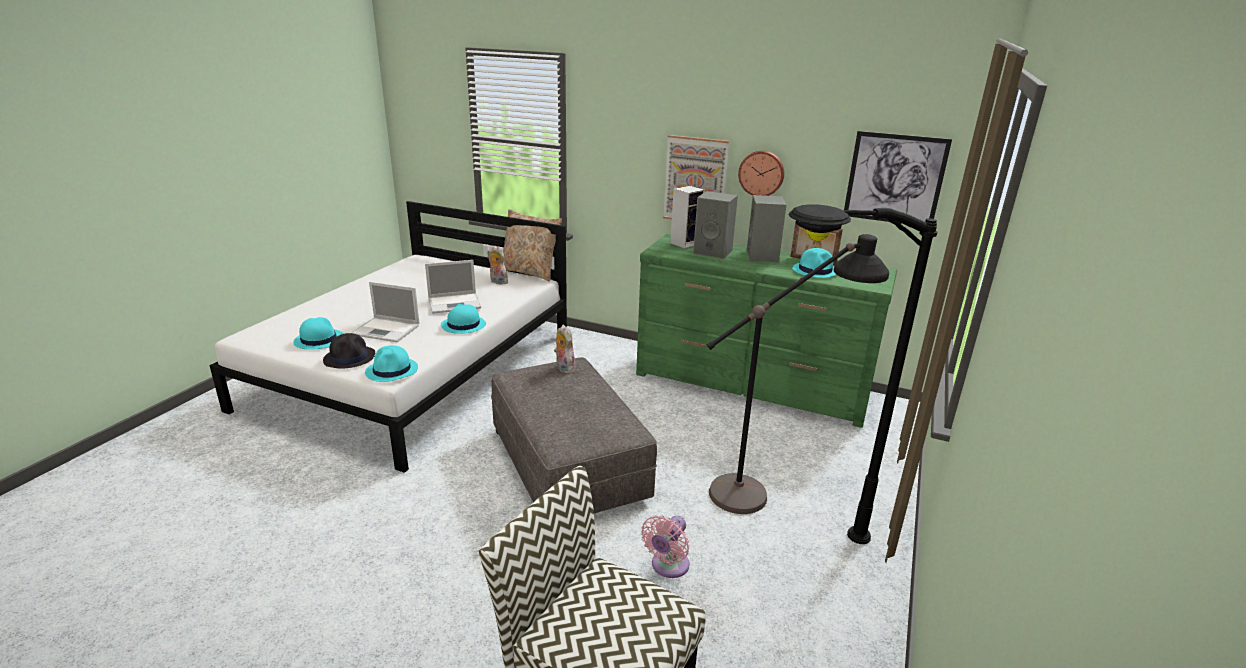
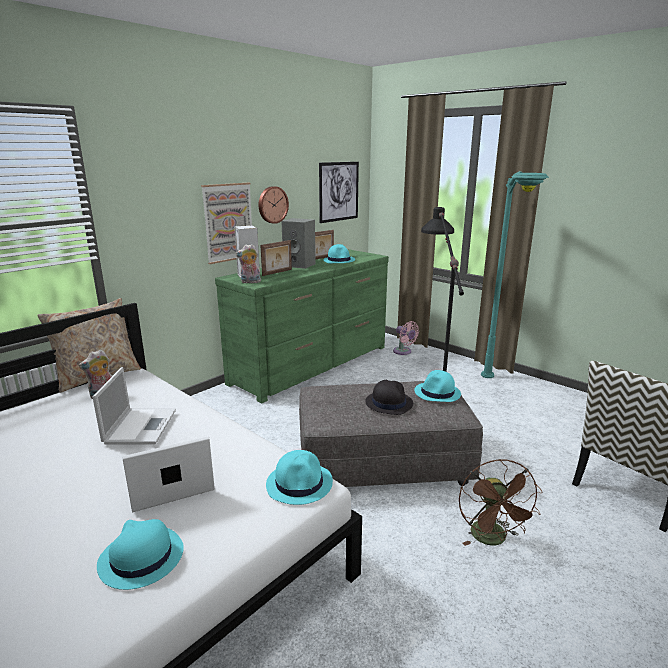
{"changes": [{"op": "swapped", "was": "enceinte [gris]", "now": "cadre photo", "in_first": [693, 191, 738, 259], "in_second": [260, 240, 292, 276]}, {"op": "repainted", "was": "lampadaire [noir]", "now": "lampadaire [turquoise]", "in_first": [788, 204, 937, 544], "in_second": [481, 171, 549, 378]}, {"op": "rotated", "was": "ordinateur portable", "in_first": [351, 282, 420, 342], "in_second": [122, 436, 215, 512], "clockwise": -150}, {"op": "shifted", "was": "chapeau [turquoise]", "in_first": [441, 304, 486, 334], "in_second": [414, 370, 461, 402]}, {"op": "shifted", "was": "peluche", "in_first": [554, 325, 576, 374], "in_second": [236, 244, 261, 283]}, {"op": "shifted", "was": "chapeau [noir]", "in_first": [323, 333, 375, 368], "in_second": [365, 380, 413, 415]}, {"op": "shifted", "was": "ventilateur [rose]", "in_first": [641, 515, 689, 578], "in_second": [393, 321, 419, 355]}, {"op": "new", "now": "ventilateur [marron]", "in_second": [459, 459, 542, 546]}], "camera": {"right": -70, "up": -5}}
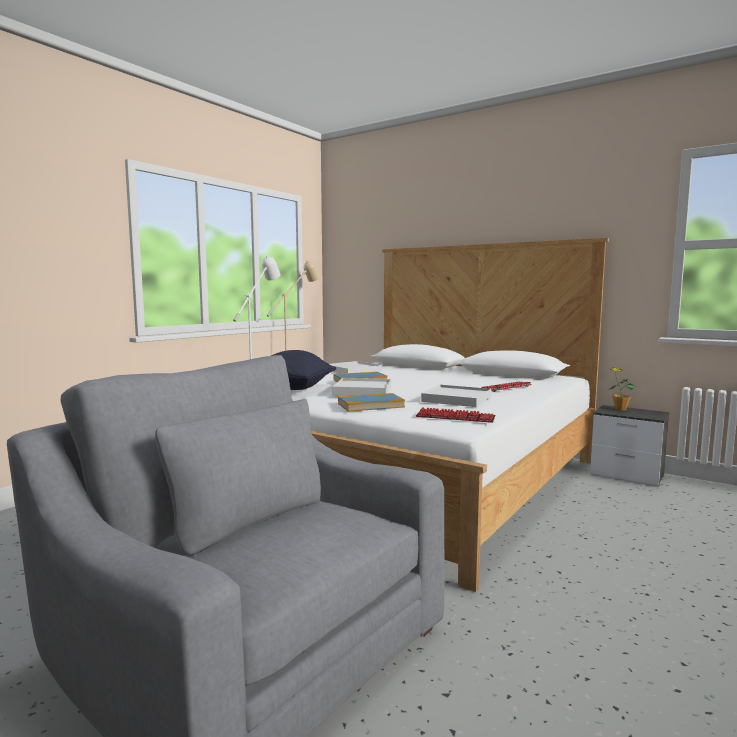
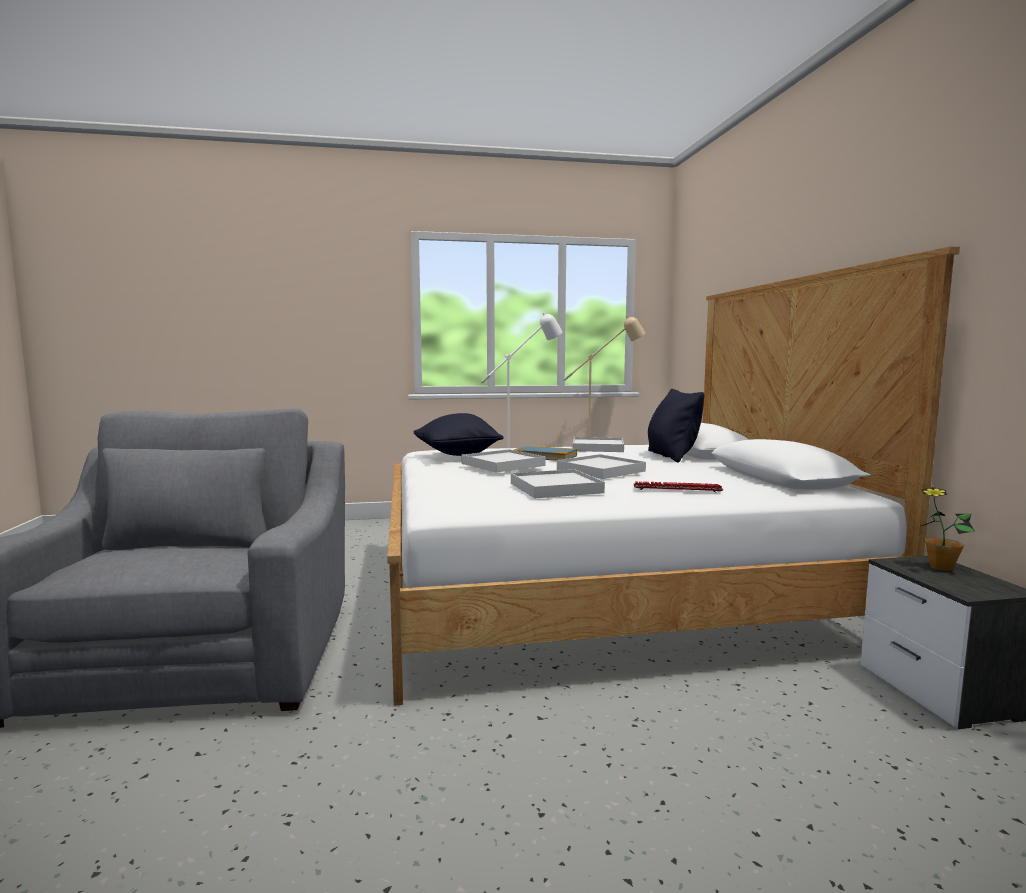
{"changes": [{"op": "gone", "was": "livre", "in_first": [338, 393, 405, 412]}, {"op": "gone", "was": "clavier", "in_first": [416, 407, 495, 423]}, {"op": "new", "now": "coussin [noir]", "in_second": [648, 389, 704, 463]}, {"op": "new", "now": "plateau [blanc]", "in_second": [557, 454, 646, 479]}], "camera": {"right": 45, "up": 0}}
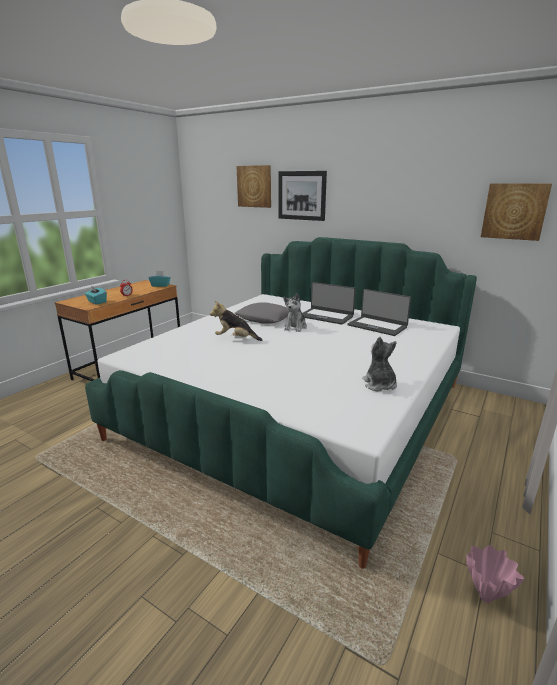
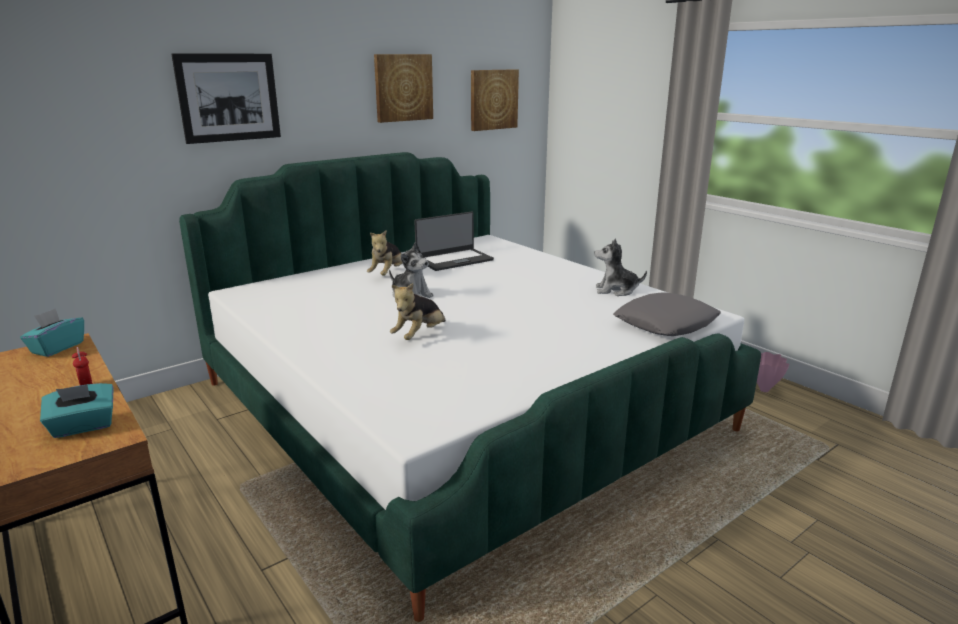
{"changes": [{"op": "shifted", "was": "tableau", "in_first": [237, 165, 271, 208], "in_second": [374, 54, 433, 123]}, {"op": "swapped", "was": "ordinateur portable", "now": "peluche", "in_first": [302, 282, 356, 325], "in_second": [367, 230, 403, 276]}, {"op": "shifted", "was": "coussin [gris]", "in_first": [235, 302, 289, 324], "in_second": [613, 292, 721, 336]}], "camera": {"right": -70, "up": 0}}
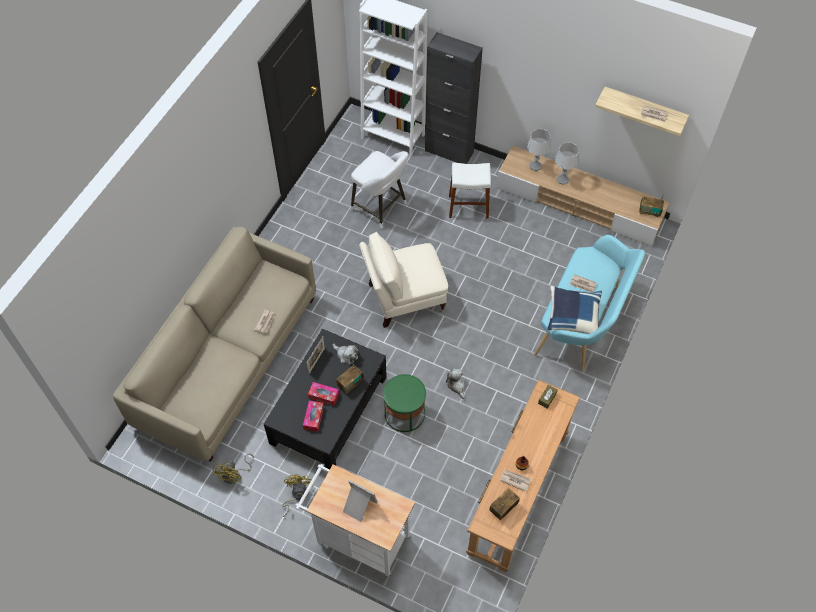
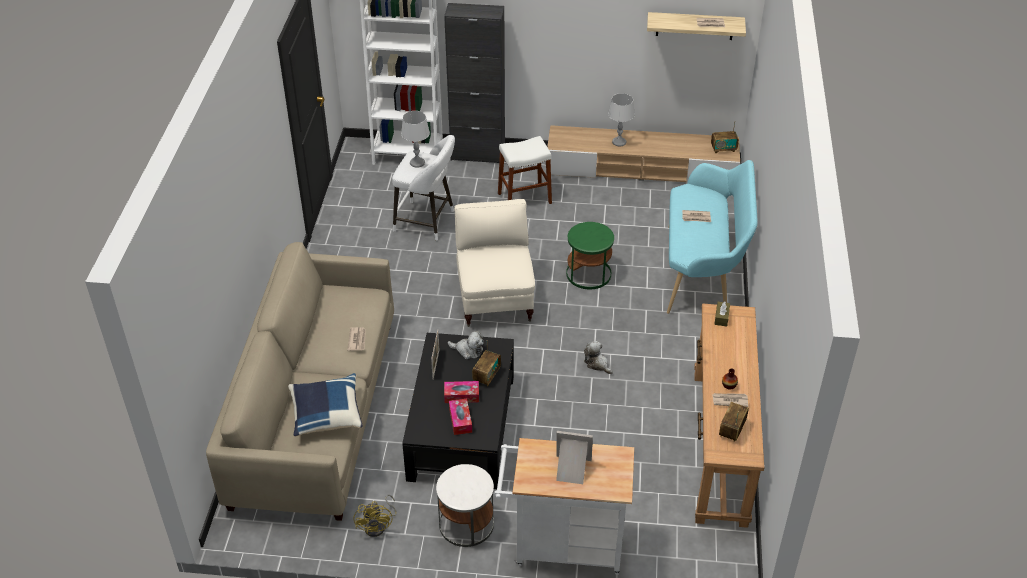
{"changes": [{"op": "shifted", "was": "lampe de table [gris]", "in_first": [527, 129, 551, 171], "in_second": [401, 111, 430, 168]}, {"op": "rotated", "was": "fauteuil [beige]", "in_first": [359, 232, 448, 328], "in_second": [454, 199, 535, 327], "clockwise": 120}, {"op": "shifted", "was": "coussin [bleu]", "in_first": [547, 286, 602, 334], "in_second": [288, 373, 363, 436]}, {"op": "shifted", "was": "table d'appoint [vert]", "in_first": [383, 374, 426, 432], "in_second": [566, 222, 614, 289]}, {"op": "swapped", "was": "ventilateur [jaune]", "now": "table d'appoint [blanc]", "in_first": [282, 474, 313, 517], "in_second": [436, 464, 494, 547]}], "camera": {"right": -20, "up": -15}}
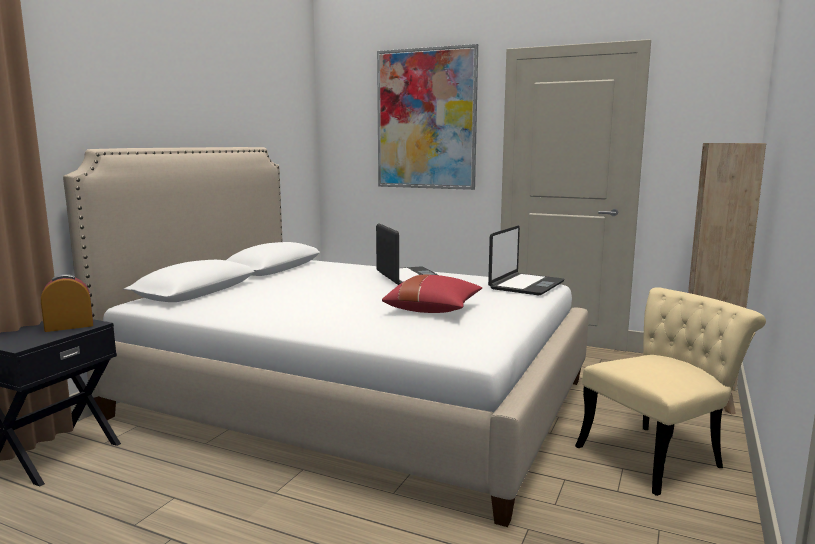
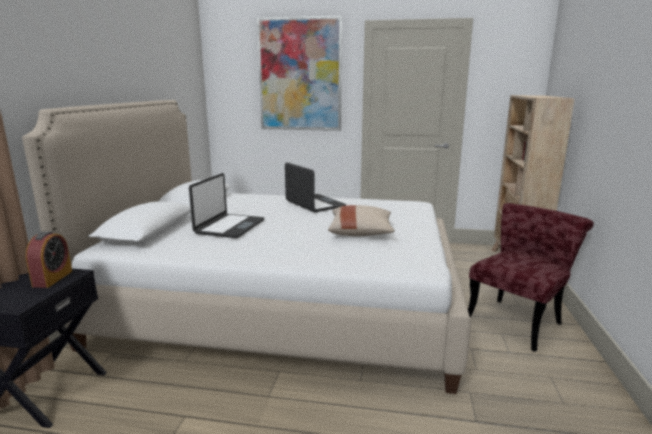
{"changes": [{"op": "shifted", "was": "ordinateur portable", "in_first": [488, 225, 565, 295], "in_second": [189, 173, 264, 238]}, {"op": "rotated", "was": "réveil", "in_first": [41, 274, 93, 332], "in_second": [26, 231, 72, 288], "clockwise": 135}, {"op": "repainted", "was": "coussin [rouge]", "now": "coussin [beige]", "in_first": [382, 275, 482, 313], "in_second": [328, 205, 395, 236]}, {"op": "repainted", "was": "chaise [beige]", "now": "chaise [rouge]", "in_first": [575, 287, 766, 496], "in_second": [468, 203, 594, 352]}], "camera": {"right": -15, "up": 5}}
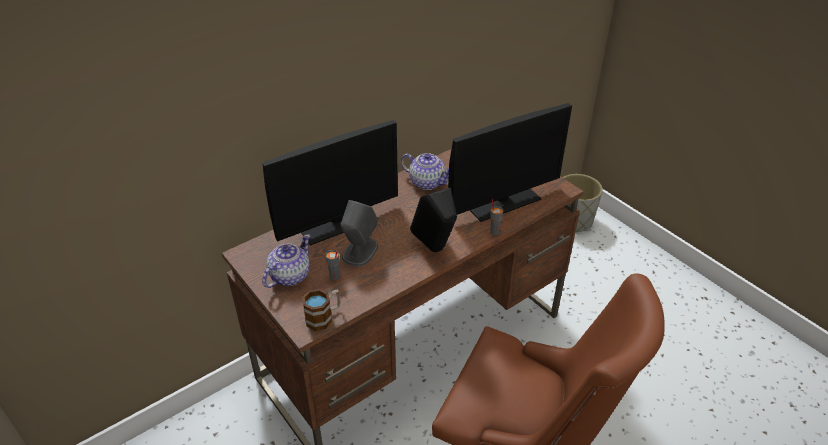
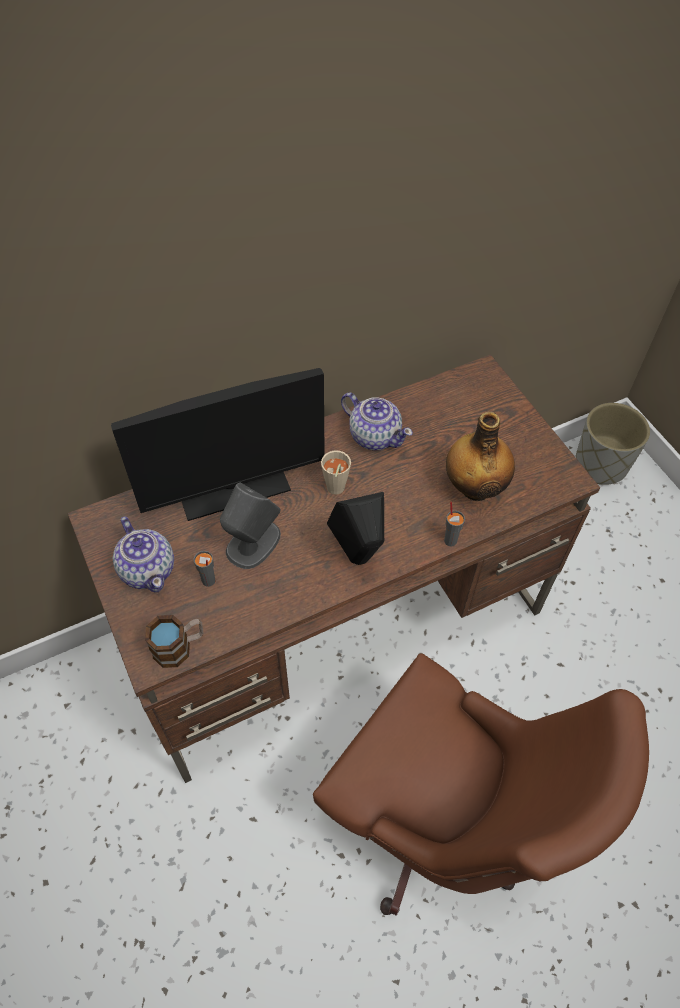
{"changes": [{"op": "swapped", "was": "écran d'ordinateur", "now": "bouteille", "in_first": [448, 103, 572, 222], "in_second": [446, 412, 515, 501]}, {"op": "rotated", "was": "théière", "in_first": [262, 234, 311, 288], "in_second": [113, 516, 174, 593], "clockwise": 105}, {"op": "new", "now": "tasse [beige]", "in_second": [321, 450, 351, 494]}], "camera": {"right": 10, "up": 15}}
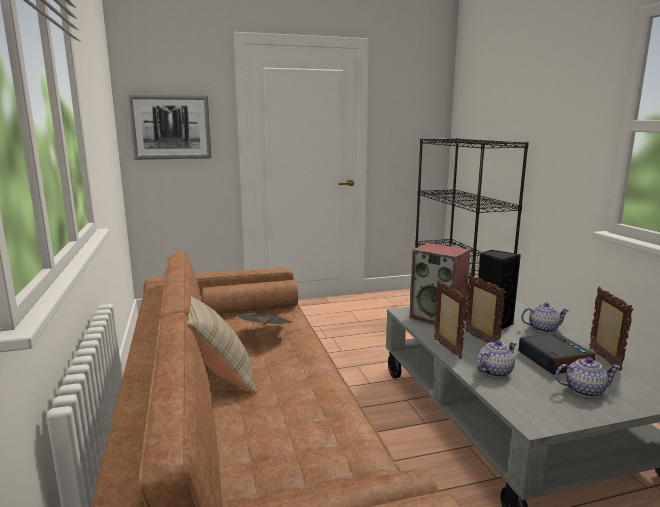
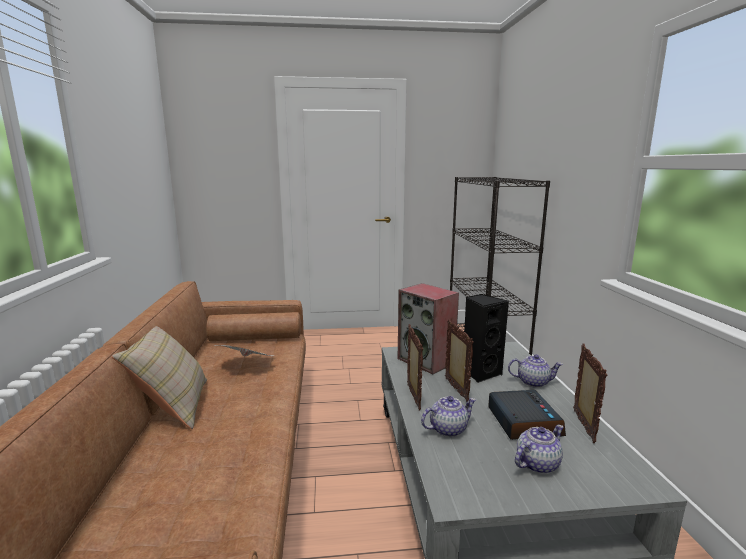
{"changes": [{"op": "gone", "was": "tableau", "in_first": [127, 94, 212, 160]}, {"op": "rotated", "was": "théière", "in_first": [555, 357, 620, 397], "in_second": [515, 425, 564, 474], "clockwise": -45}], "camera": {"right": 10, "up": 0}}
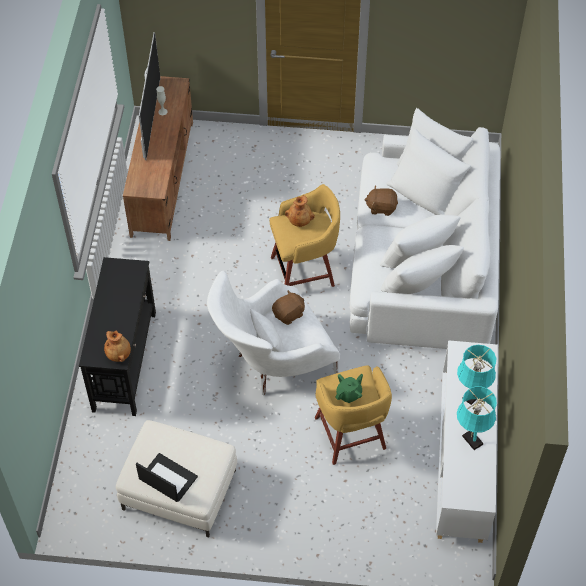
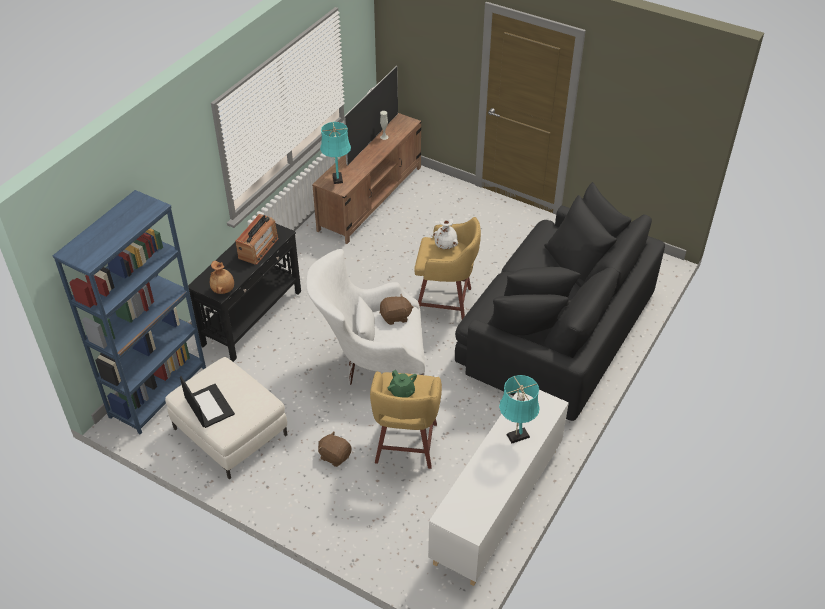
{"changes": [{"op": "repainted", "was": "canapé [blanc]", "now": "canapé [noir]", "in_first": [350, 108, 500, 349], "in_second": [455, 182, 665, 421]}, {"op": "shifted", "was": "peluche [marron]", "in_first": [364, 186, 398, 216], "in_second": [318, 431, 352, 467]}, {"op": "repainted", "was": "vase [marron]", "now": "vase [blanc]", "in_first": [285, 195, 315, 227], "in_second": [433, 219, 458, 249]}, {"op": "rotated", "was": "théière [vert]", "in_first": [335, 374, 363, 403], "in_second": [388, 370, 417, 398], "clockwise": 75}, {"op": "shifted", "was": "lampe de table [turquoise]", "in_first": [457, 387, 497, 450], "in_second": [320, 122, 351, 184]}, {"op": "new", "now": "bibliothèque [bleu]", "in_second": [53, 190, 206, 435]}, {"op": "new", "now": "radio", "in_second": [235, 214, 279, 265]}], "camera": {"right": 25, "up": -10}}
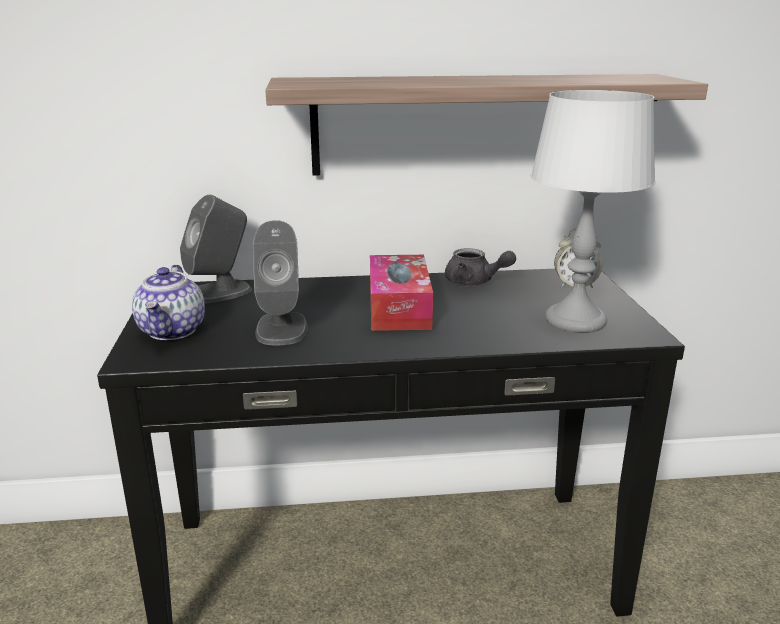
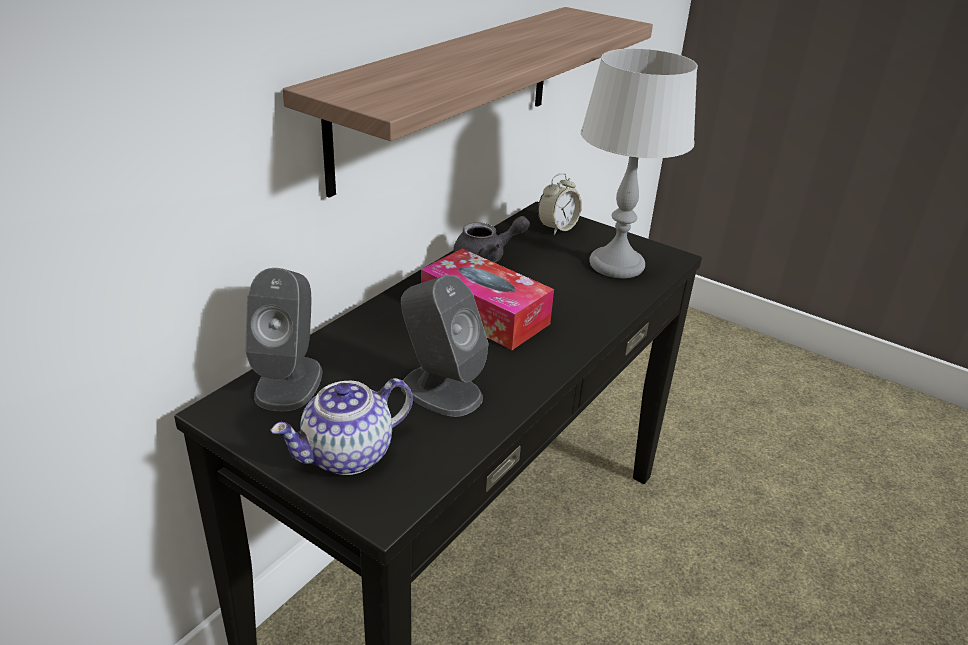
{"changes": [{"op": "rotated", "was": "théière", "in_first": [132, 265, 205, 340], "in_second": [271, 378, 413, 475], "clockwise": 105}], "camera": {"right": -50, "up": 10}}
